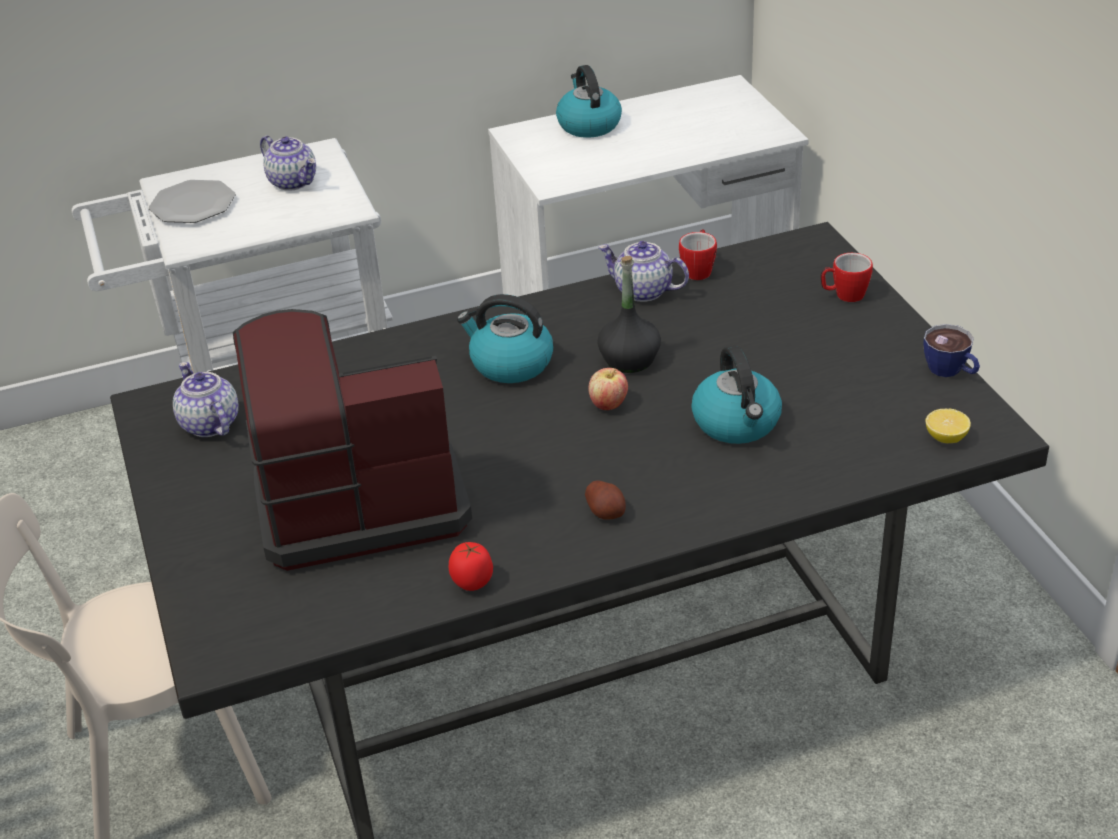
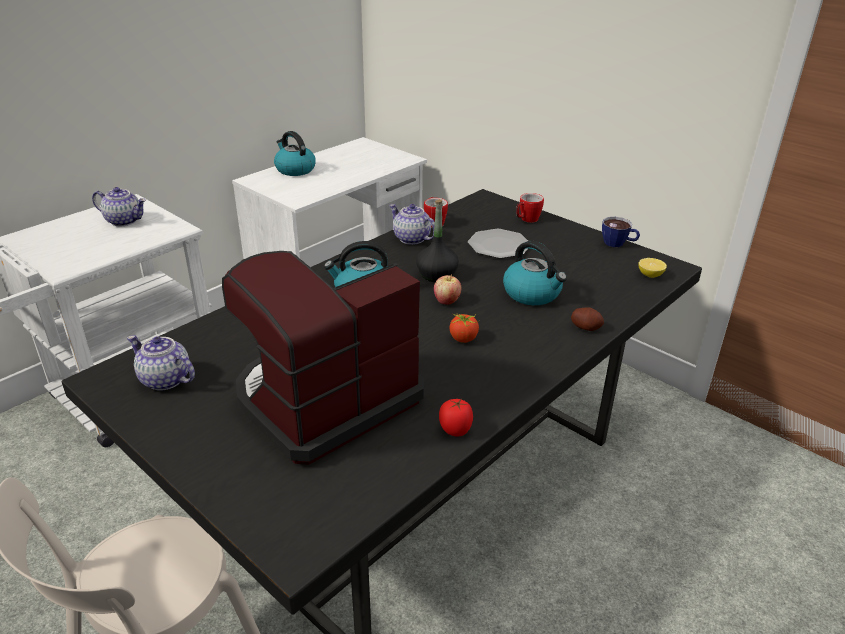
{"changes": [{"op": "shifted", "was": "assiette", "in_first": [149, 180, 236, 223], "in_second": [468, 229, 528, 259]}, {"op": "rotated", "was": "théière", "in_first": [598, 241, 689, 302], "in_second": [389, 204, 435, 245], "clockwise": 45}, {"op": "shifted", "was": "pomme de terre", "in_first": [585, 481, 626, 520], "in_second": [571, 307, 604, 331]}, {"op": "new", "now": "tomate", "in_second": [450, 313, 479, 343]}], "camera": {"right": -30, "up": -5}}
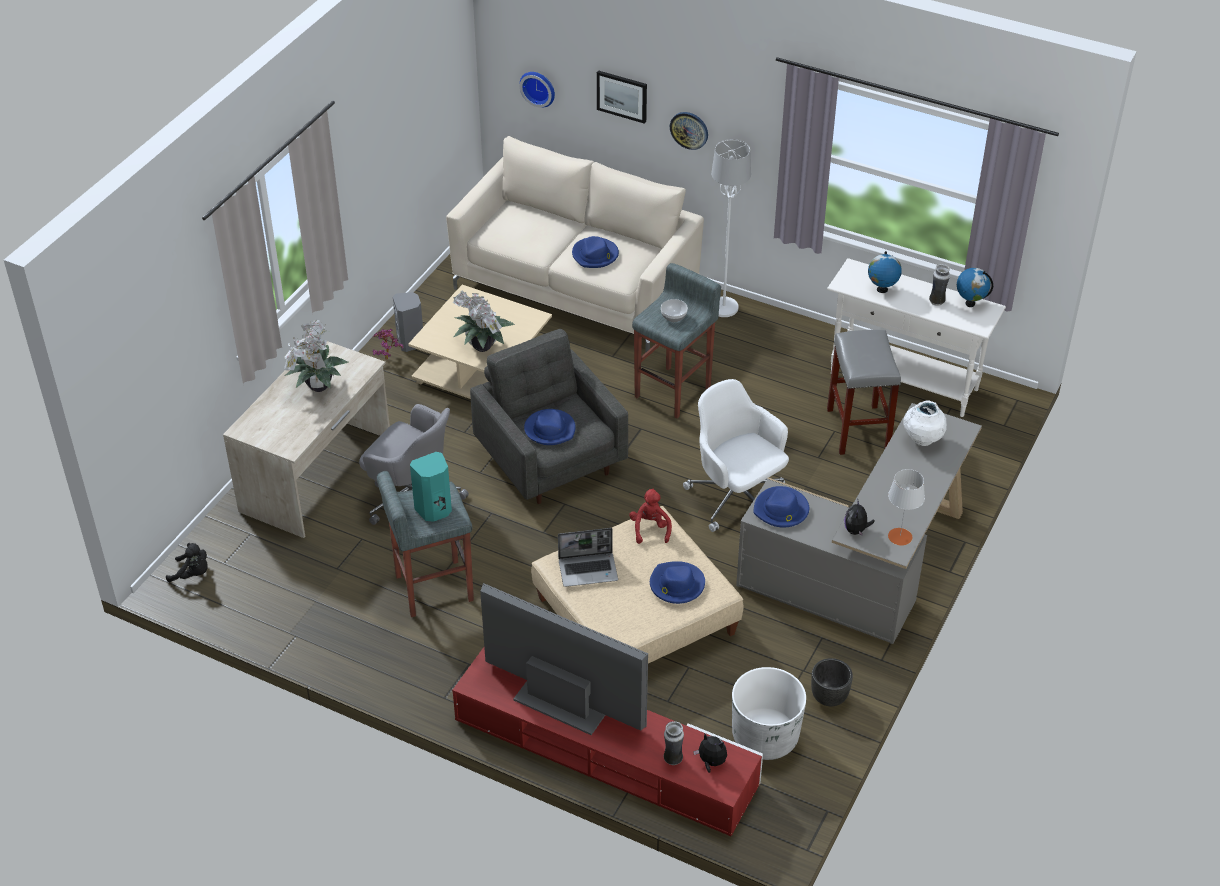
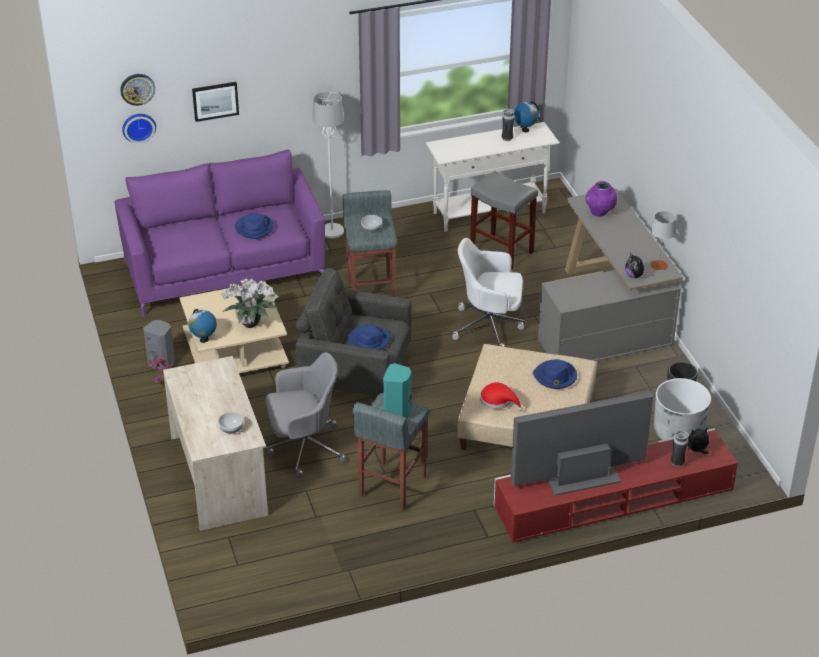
{"changes": [{"op": "shifted", "was": "horloge murale", "in_first": [670, 112, 708, 150], "in_second": [120, 74, 155, 106]}, {"op": "repainted", "was": "canapé [beige]", "now": "canapé [violet]", "in_first": [446, 136, 704, 352], "in_second": [114, 149, 325, 317]}, {"op": "shifted", "was": "globe", "in_first": [868, 251, 902, 293], "in_second": [188, 309, 217, 343]}, {"op": "gone", "was": "plante en pot", "in_first": [284, 319, 348, 392]}, {"op": "repainted", "was": "vase [blanc]", "now": "vase [violet]", "in_first": [903, 400, 947, 446], "in_second": [585, 181, 617, 217]}, {"op": "gone", "was": "chapeau [bleu]", "in_first": [753, 486, 809, 527]}, {"op": "gone", "was": "peluche [rouge]", "in_first": [629, 489, 672, 544]}, {"op": "swapped", "was": "ordinateur portable", "now": "chapeau [rouge]", "in_first": [558, 528, 618, 587], "in_second": [480, 383, 523, 412]}, {"op": "gone", "was": "peluche [noir]", "in_first": [166, 543, 208, 582]}, {"op": "new", "now": "bol", "in_second": [218, 412, 243, 434]}], "camera": {"right": -45, "up": -5}}
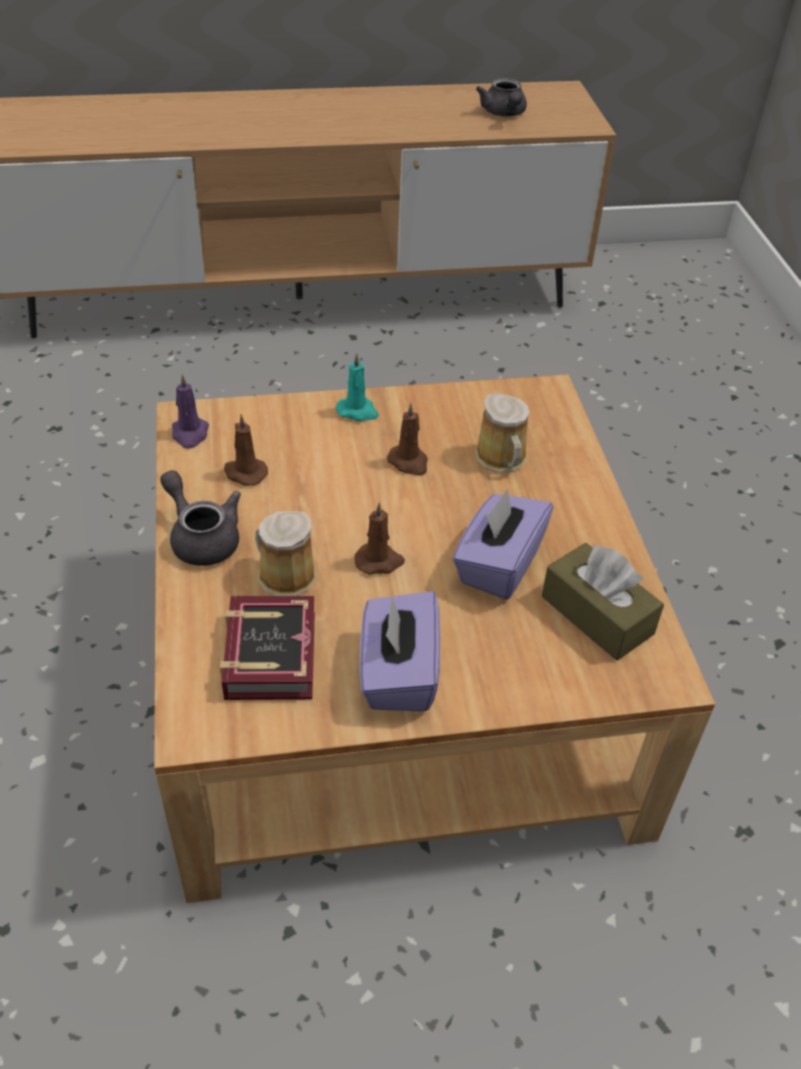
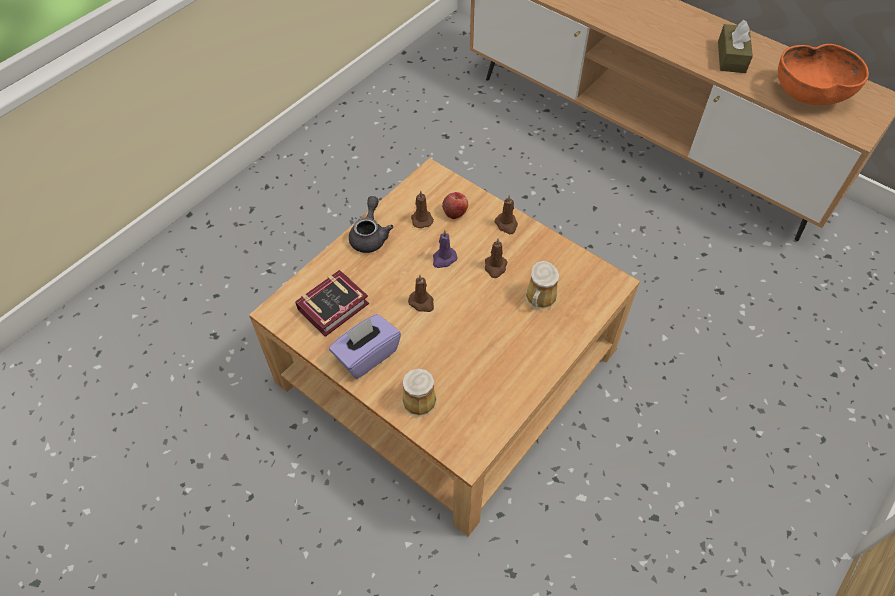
{"changes": [{"op": "swapped", "was": "théière [gris]", "now": "bol [orange]", "in_first": [476, 78, 527, 117], "in_second": [778, 44, 869, 105]}, {"op": "repainted", "was": "bougie [turquoise]", "now": "bougie [marron]", "in_first": [336, 353, 379, 421], "in_second": [495, 195, 518, 234]}, {"op": "shifted", "was": "bougie [violet]", "in_first": [172, 374, 209, 449], "in_second": [433, 230, 458, 268]}, {"op": "gone", "was": "boîte à mouchoirs [violet]", "in_first": [452, 488, 553, 600]}, {"op": "shifted", "was": "mug", "in_first": [255, 511, 316, 596], "in_second": [401, 369, 437, 417]}, {"op": "shifted", "was": "boîte à mouchoirs [marron]", "in_first": [542, 543, 664, 660], "in_second": [718, 20, 753, 73]}, {"op": "new", "now": "pomme", "in_second": [442, 192, 469, 219]}], "camera": {"right": 50, "up": 10}}
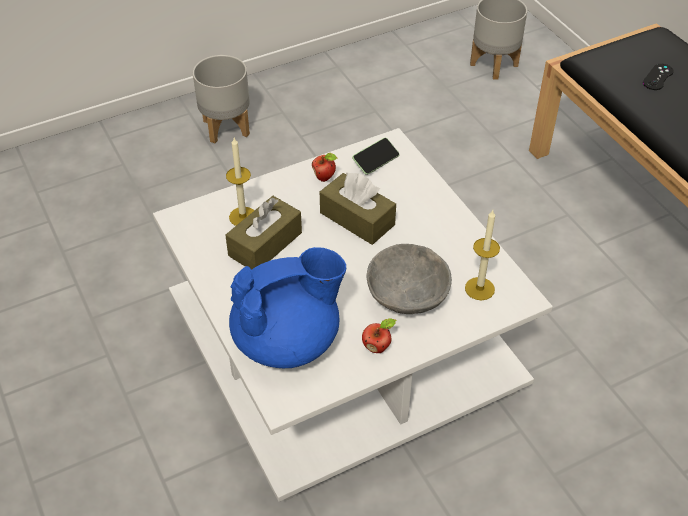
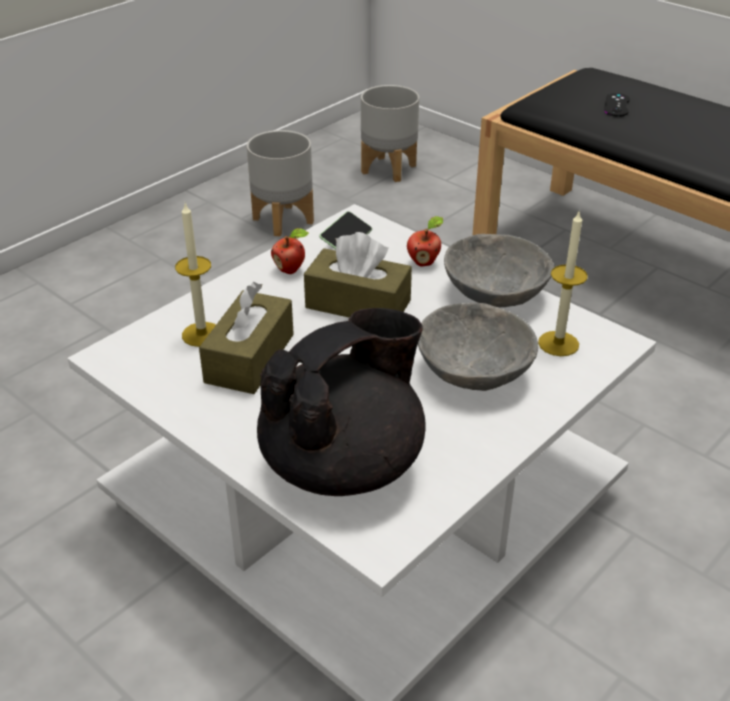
{"changes": [{"op": "shifted", "was": "cache-pot [gris]", "in_first": [193, 55, 250, 143], "in_second": [247, 130, 314, 237]}, {"op": "repainted", "was": "théière [bleu]", "now": "théière [noir]", "in_first": [229, 247, 346, 368], "in_second": [257, 308, 426, 496]}, {"op": "shifted", "was": "pomme", "in_first": [362, 318, 396, 353], "in_second": [407, 216, 443, 266]}, {"op": "new", "now": "bol [gris]", "in_second": [444, 234, 554, 307]}], "camera": {"right": -20, "up": -10}}
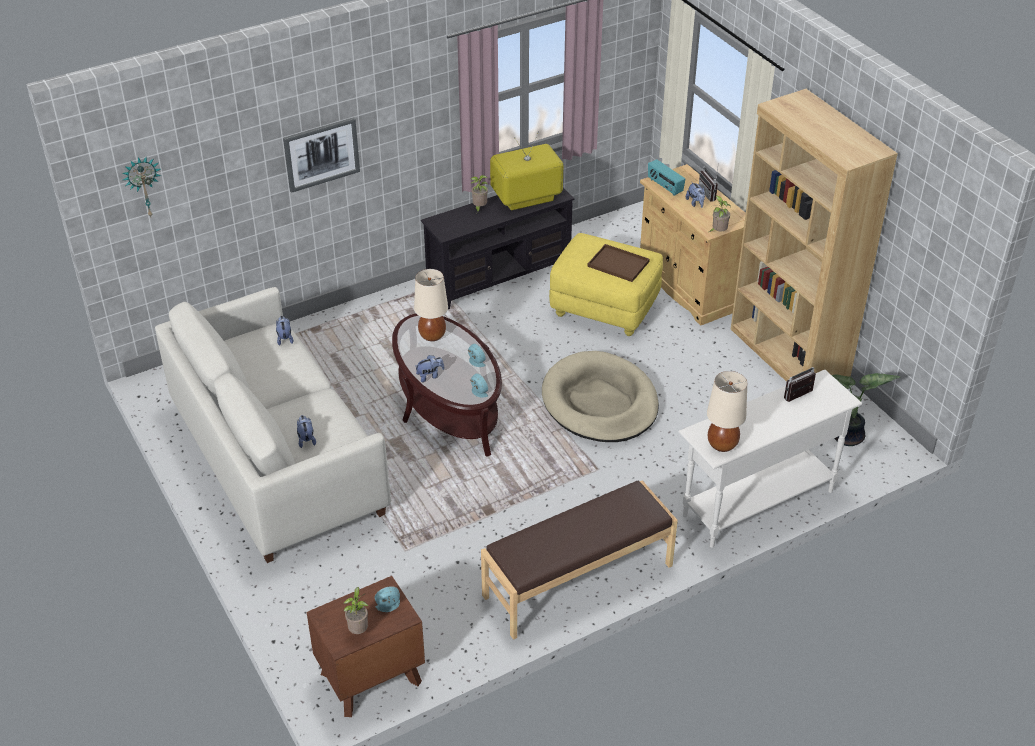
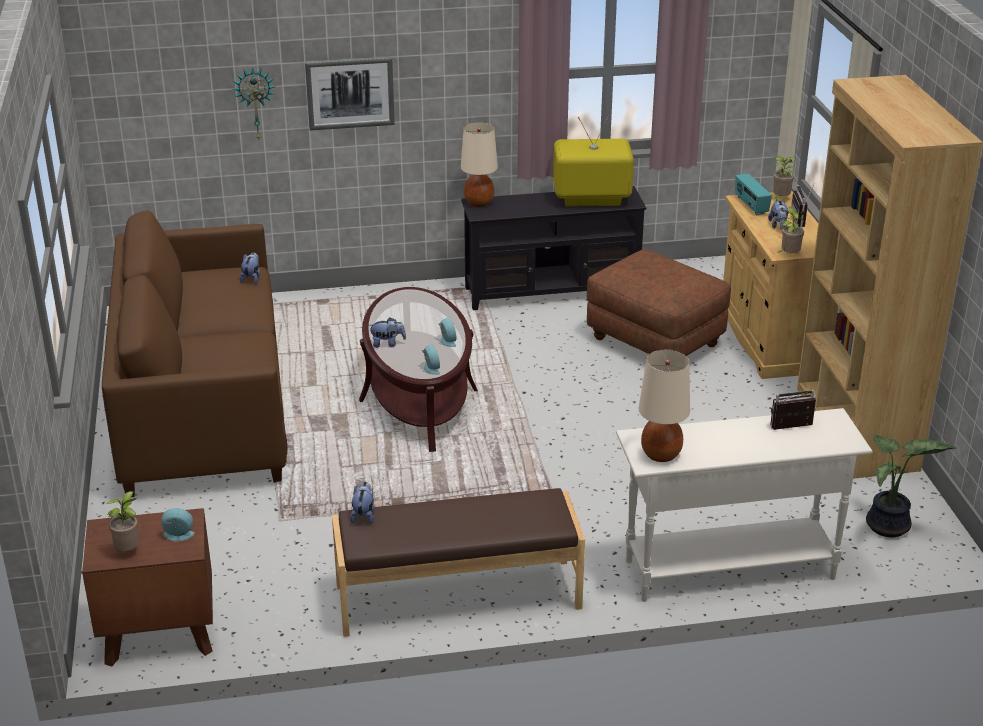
{"changes": [{"op": "shifted", "was": "horloge murale", "in_first": [123, 157, 161, 217], "in_second": [232, 67, 276, 140]}, {"op": "shifted", "was": "plante en pot", "in_first": [471, 175, 488, 213], "in_second": [773, 156, 796, 201]}, {"op": "repainted", "was": "pouf [jaune]", "now": "pouf [marron]", "in_first": [549, 233, 663, 336], "in_second": [587, 249, 731, 356]}, {"op": "gone", "was": "plateau [marron]", "in_first": [587, 244, 650, 282]}, {"op": "shifted", "was": "lampe de table [beige]", "in_first": [414, 269, 448, 341], "in_second": [461, 122, 498, 207]}, {"op": "repainted", "was": "canapé [blanc]", "now": "canapé [marron]", "in_first": [155, 287, 391, 563], "in_second": [102, 211, 288, 497]}, {"op": "gone", "was": "panier pour chien [beige]", "in_first": [542, 351, 659, 442]}, {"op": "shifted", "was": "peluche", "in_first": [297, 415, 316, 448], "in_second": [350, 482, 374, 524]}], "camera": {"right": 20, "up": -10}}
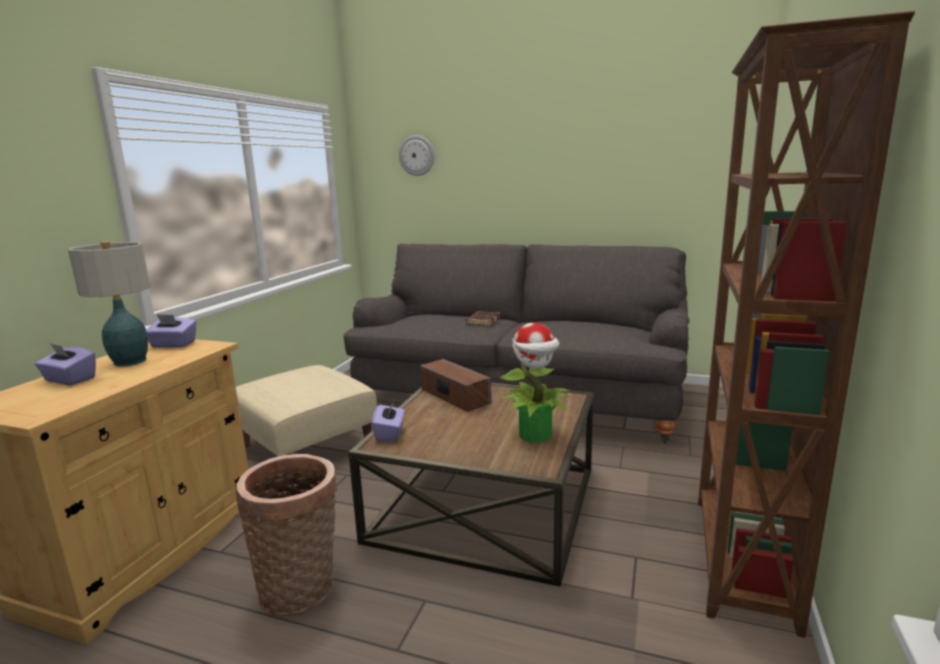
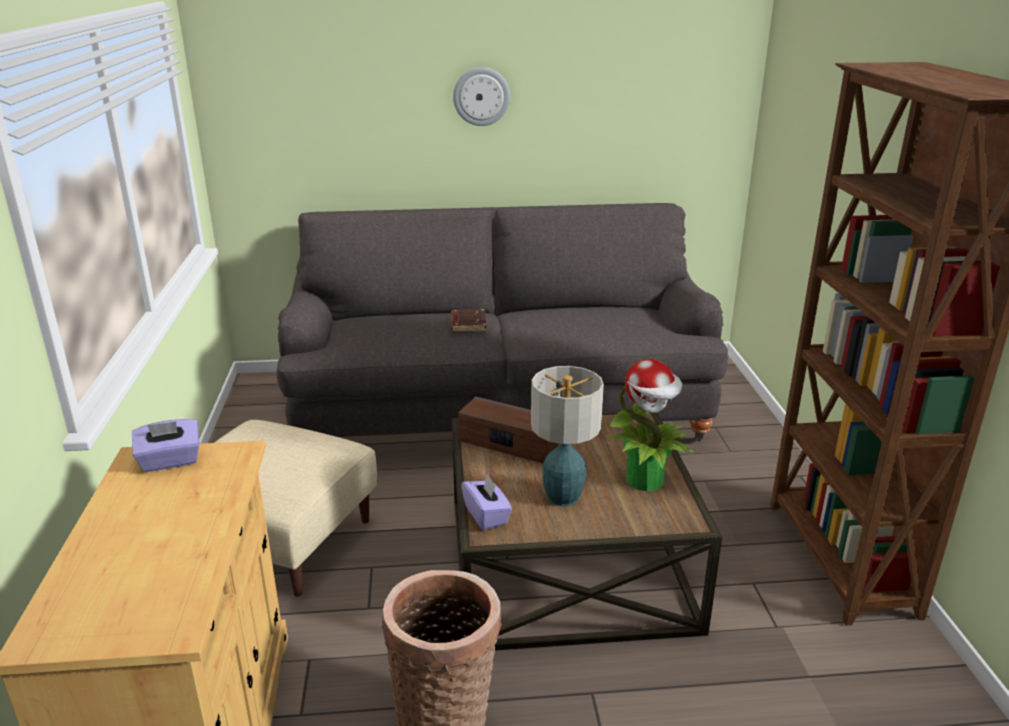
{"changes": [{"op": "shifted", "was": "horloge murale", "in_first": [399, 135, 435, 176], "in_second": [453, 67, 510, 126]}, {"op": "shifted", "was": "lampe de table", "in_first": [68, 241, 150, 367], "in_second": [531, 366, 604, 506]}, {"op": "gone", "was": "boîte à mouchoirs [violet]", "in_first": [35, 343, 96, 386]}], "camera": {"right": -25, "up": 10}}
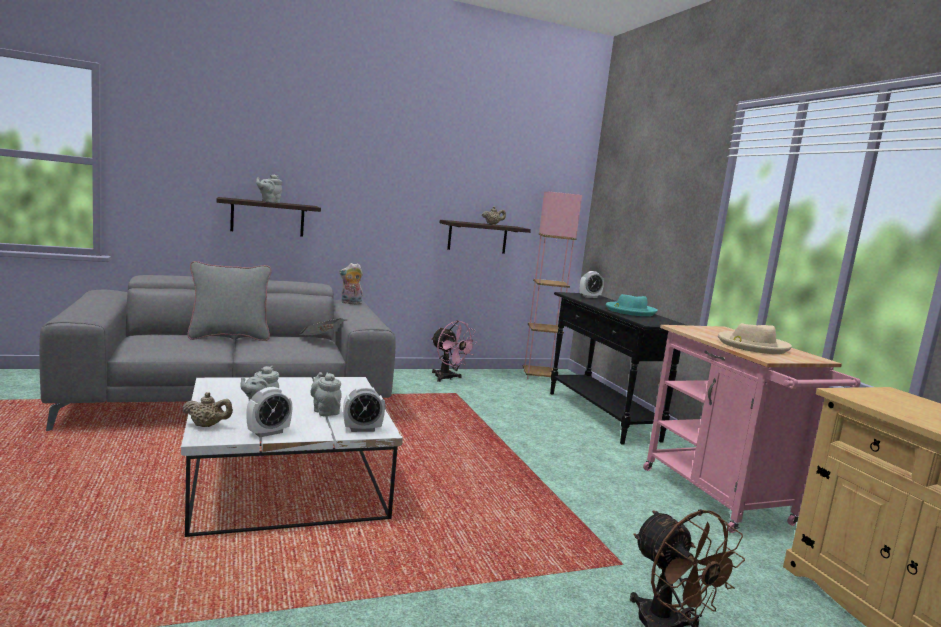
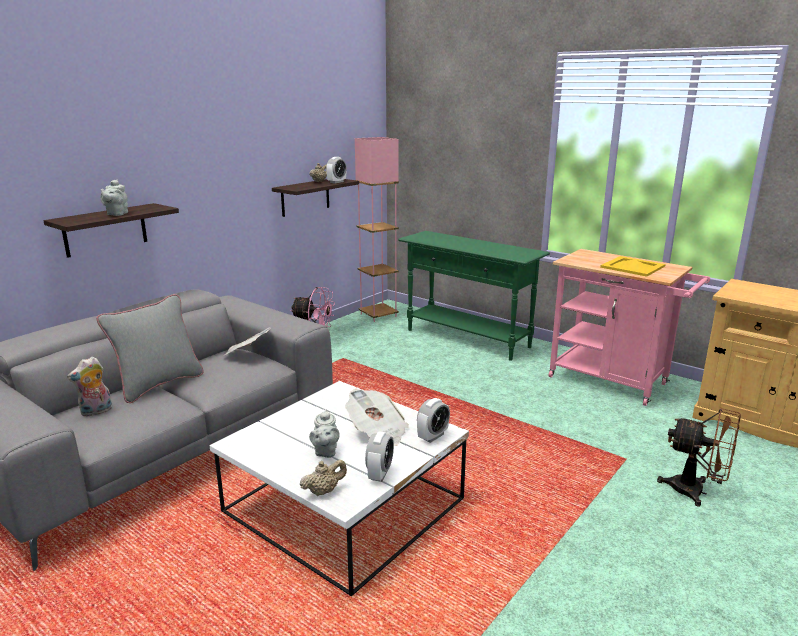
{"changes": [{"op": "shifted", "was": "peluche", "in_first": [339, 263, 363, 304], "in_second": [67, 357, 112, 417]}, {"op": "shifted", "was": "réveil", "in_first": [580, 271, 604, 298], "in_second": [326, 157, 347, 183]}, {"op": "repainted", "was": "table console [noir]", "now": "table console [vert]", "in_first": [550, 292, 686, 445], "in_second": [398, 231, 550, 361]}, {"op": "gone", "was": "chapeau [turquoise]", "in_first": [606, 294, 658, 316]}, {"op": "swapped", "was": "chapeau [beige]", "now": "plateau [jaune]", "in_first": [718, 323, 792, 354], "in_second": [600, 256, 666, 277]}, {"op": "swapped", "was": "théière [gris]", "now": "journal", "in_first": [310, 372, 342, 416], "in_second": [345, 389, 409, 446]}], "camera": {"right": -30, "up": 10}}
